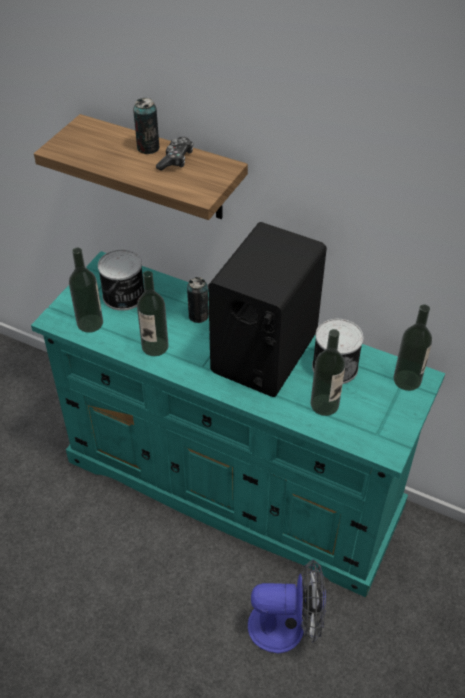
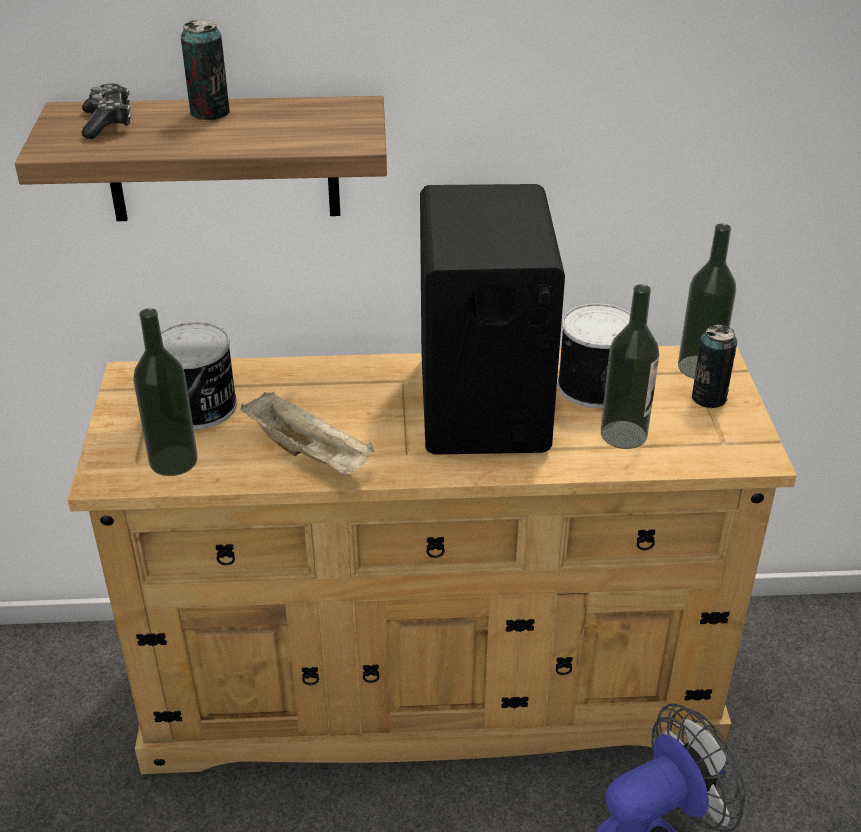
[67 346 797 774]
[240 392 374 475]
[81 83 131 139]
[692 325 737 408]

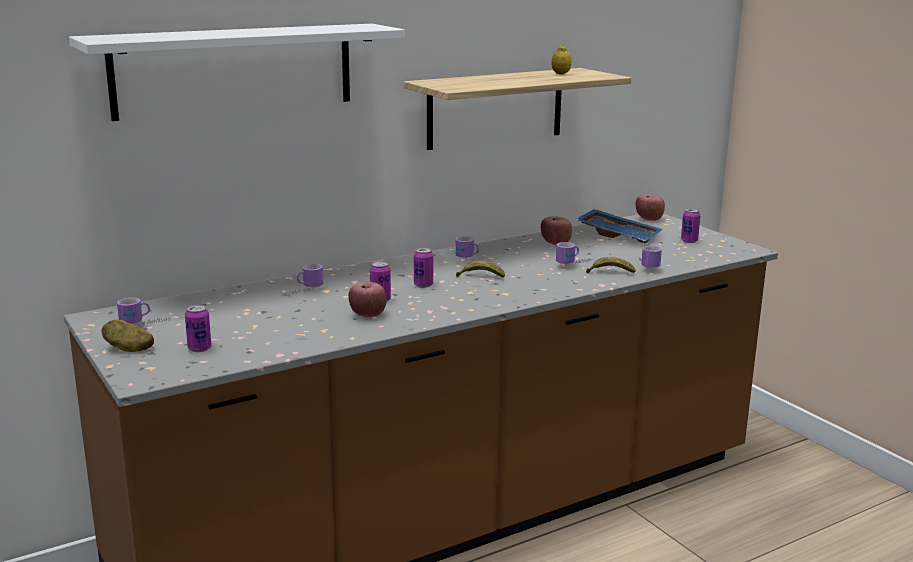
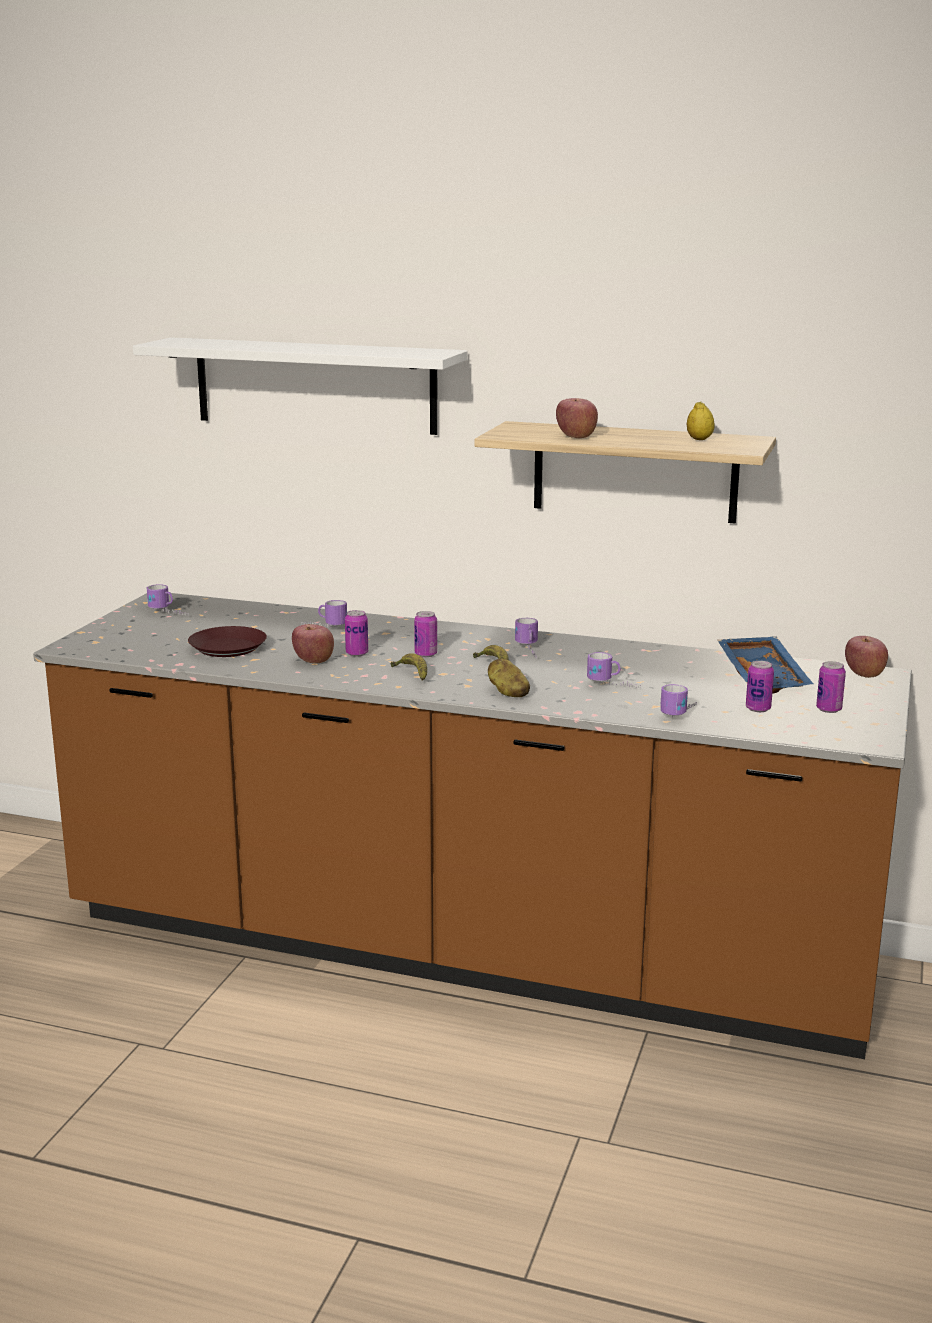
[488 659 530 697]
[746 661 774 712]
[556 398 598 438]
[391 653 427 681]
[188 626 267 657]

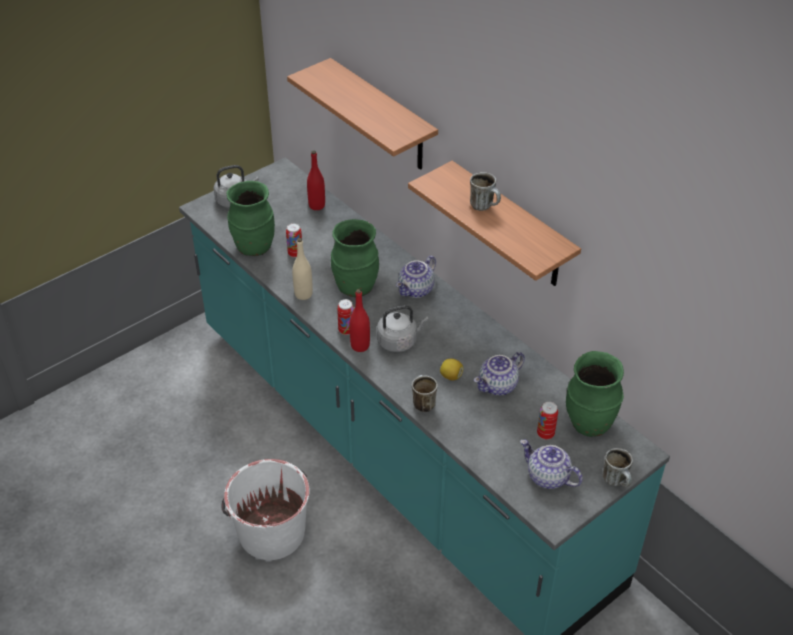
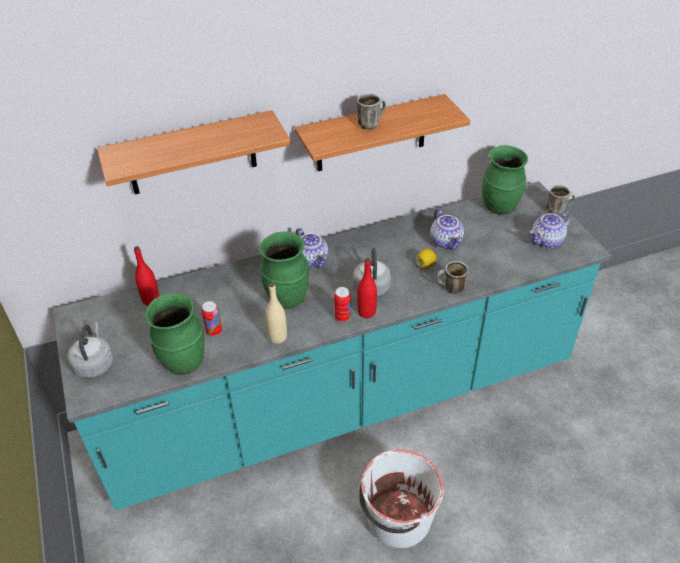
[537 402 558 440] (first image)

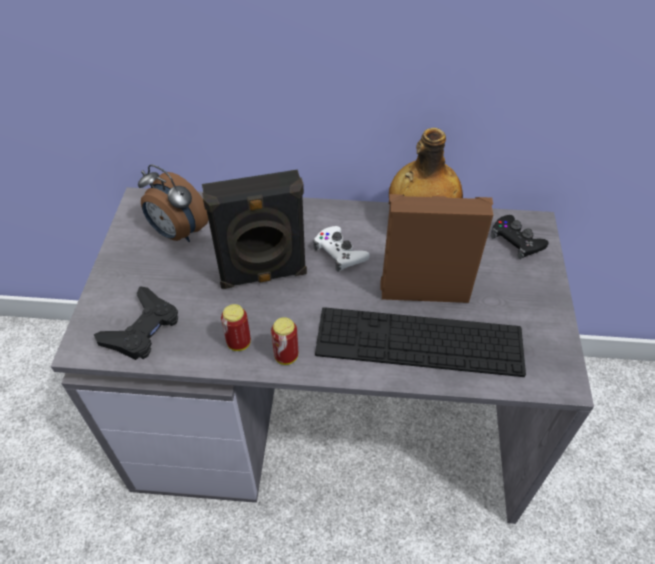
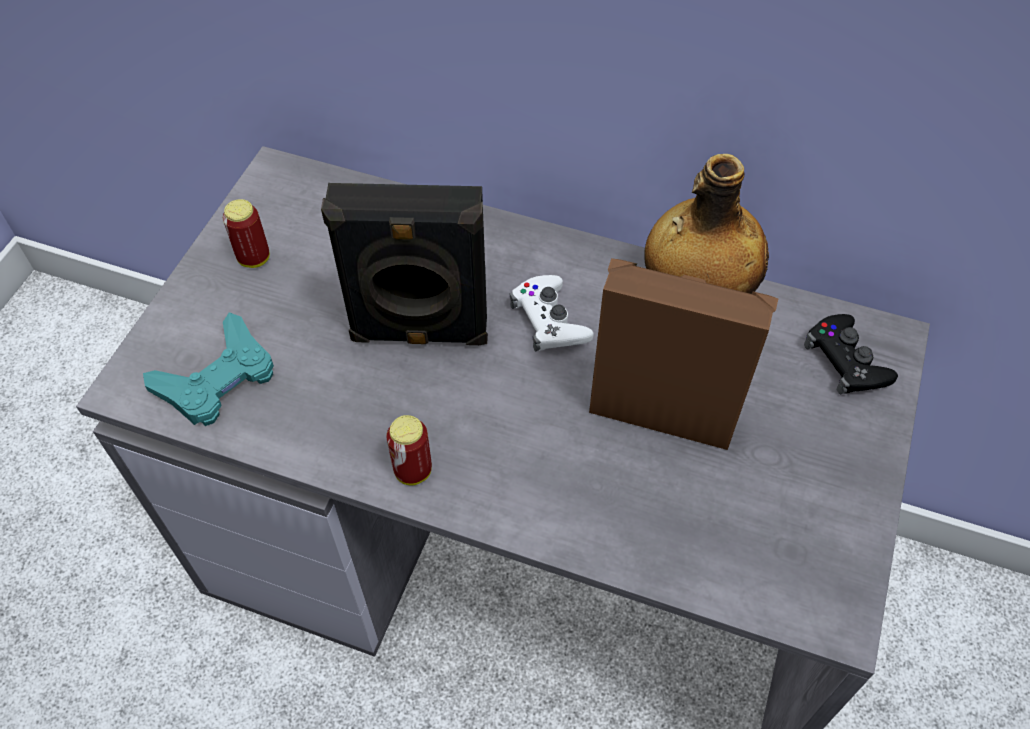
[143 312 274 426]
[138 164 208 242] (first image)
[223 199 270 268]
[315 307 526 377] (first image)

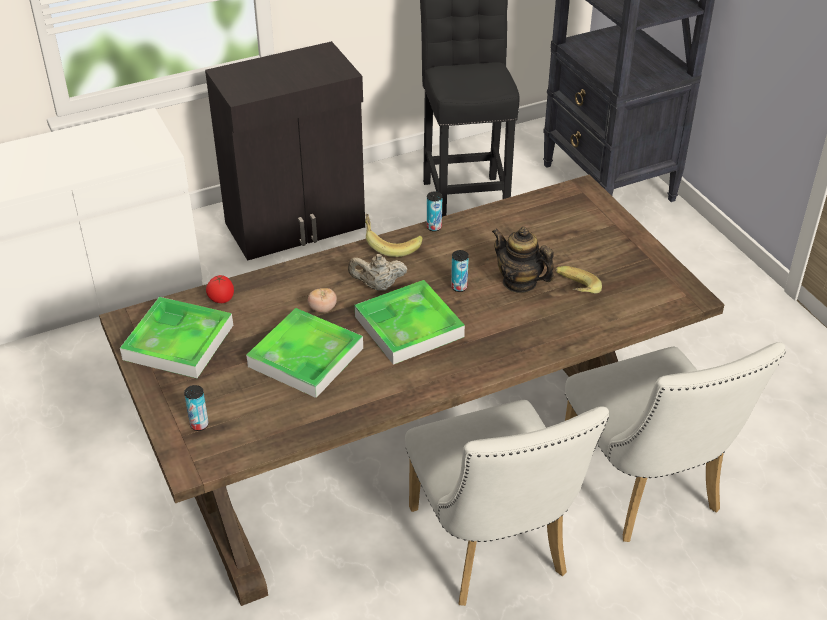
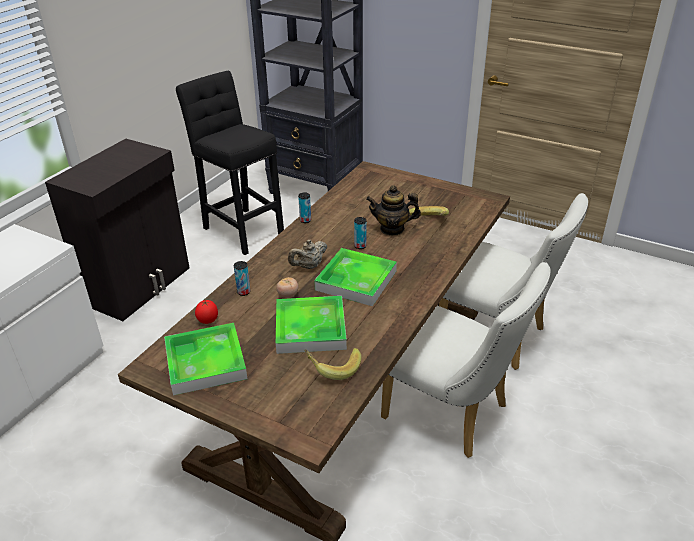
[234 261 250 296]
[304 348 361 380]

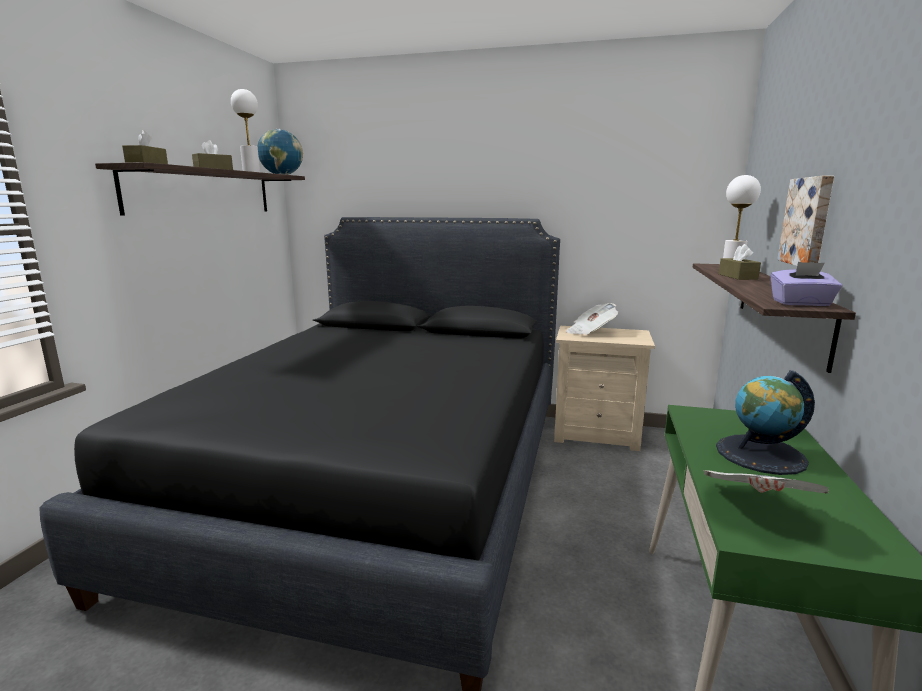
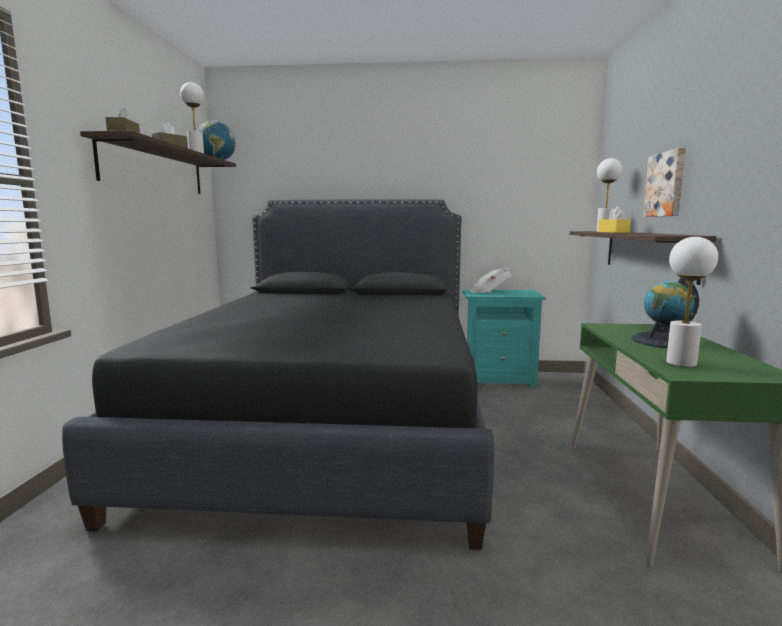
[462 289 546 388]
[666 237 718 367]
[598 207 631 233]
[771 262 842 306] (first image)

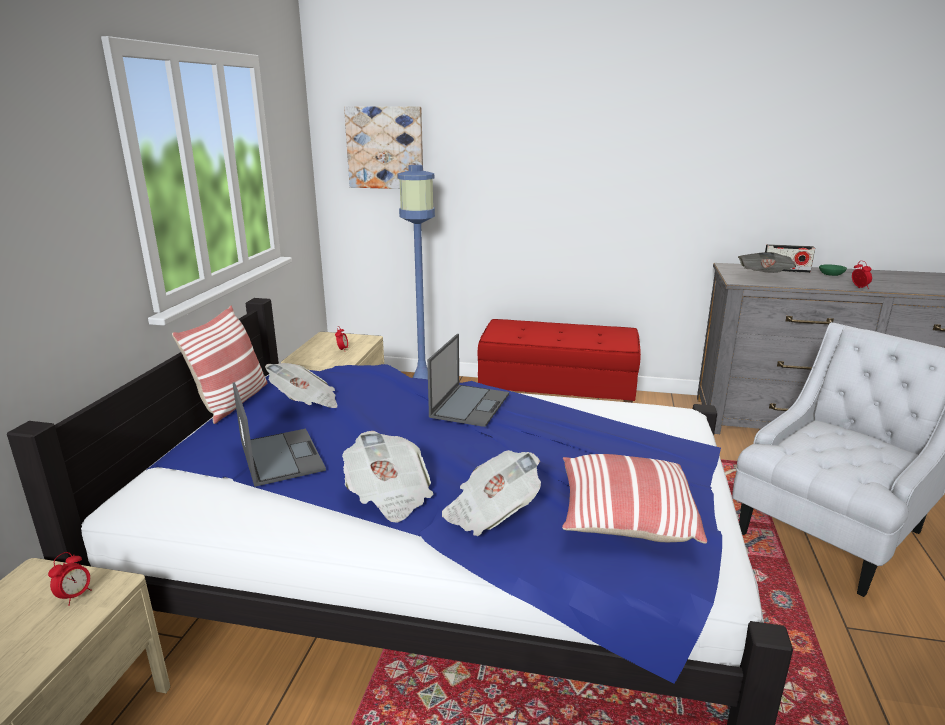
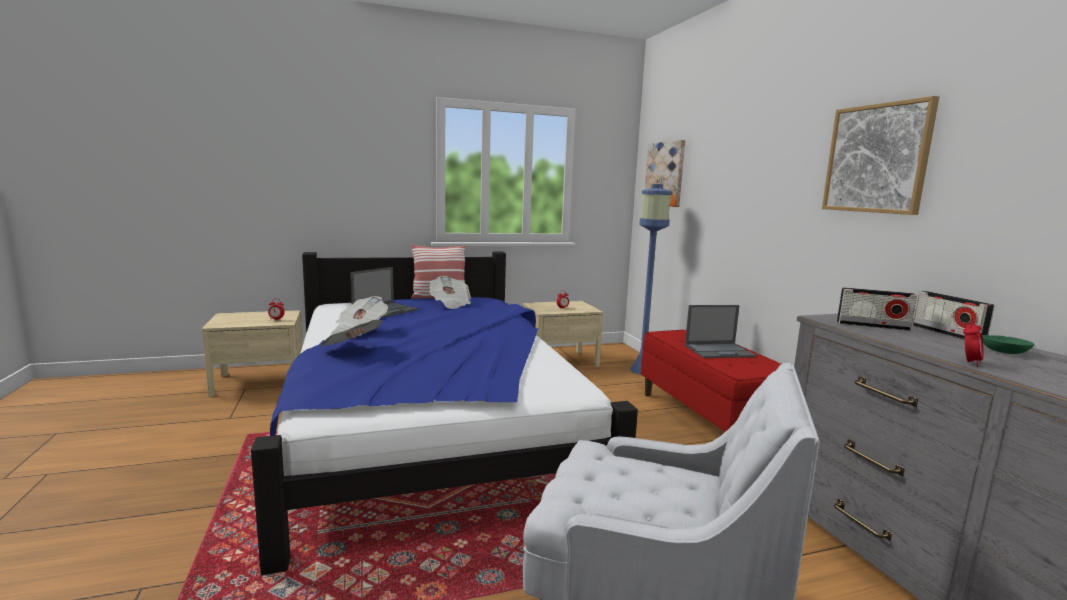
[685 305 757 358]
[562 454 707 544] (first image)
[837 287 917 331]
[822 96 939 215]

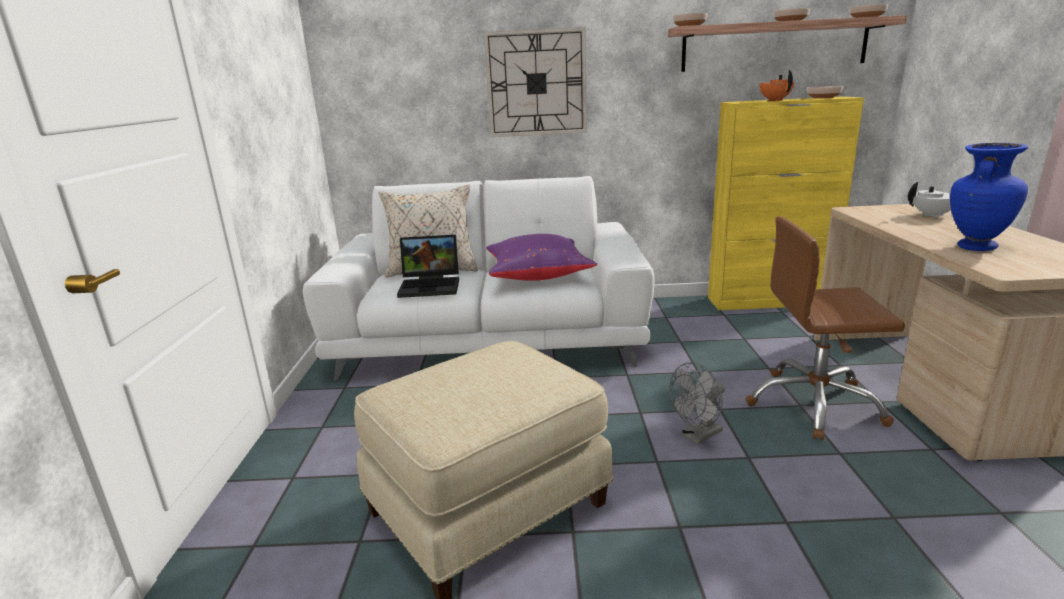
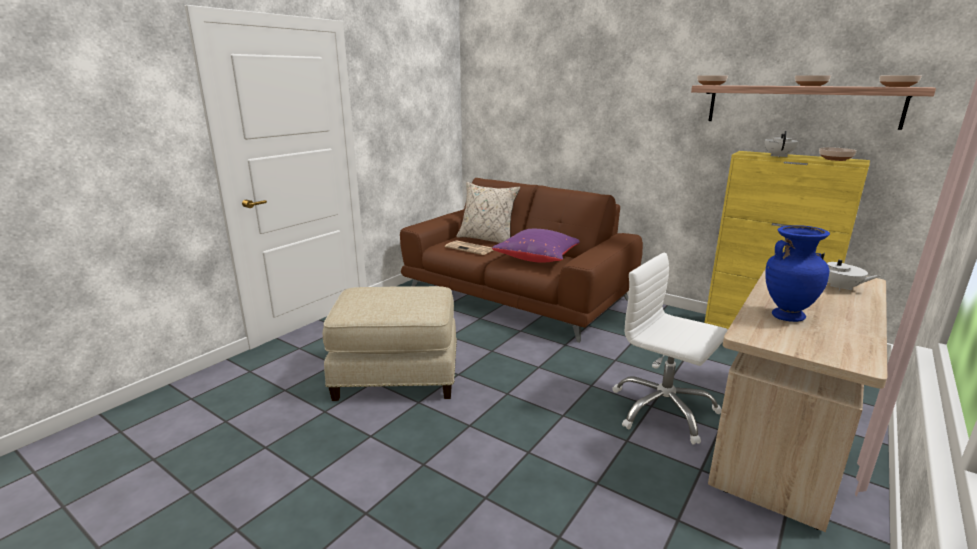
[400 178 643 343]
[445 240 493 255]
[484 27 587 137] (first image)
[669 362 725 444] (first image)
[613 252 728 445]
[765 131 798 157]

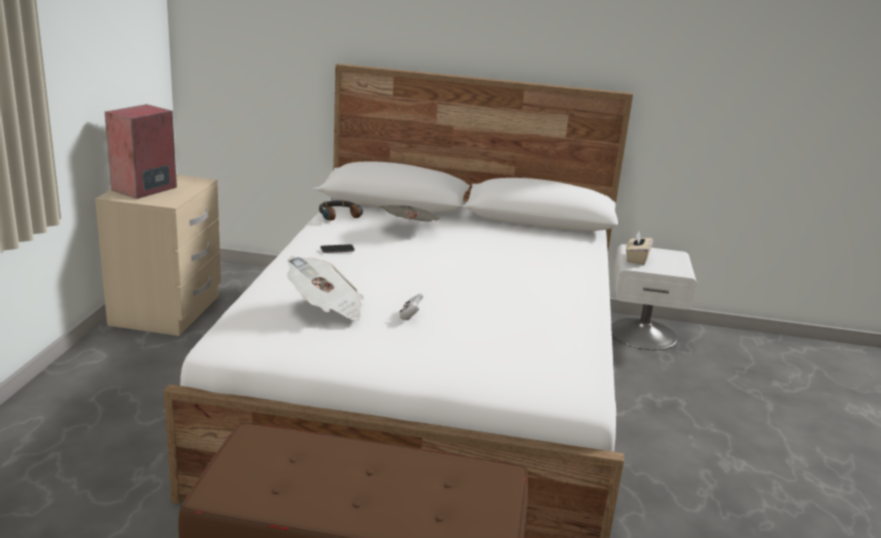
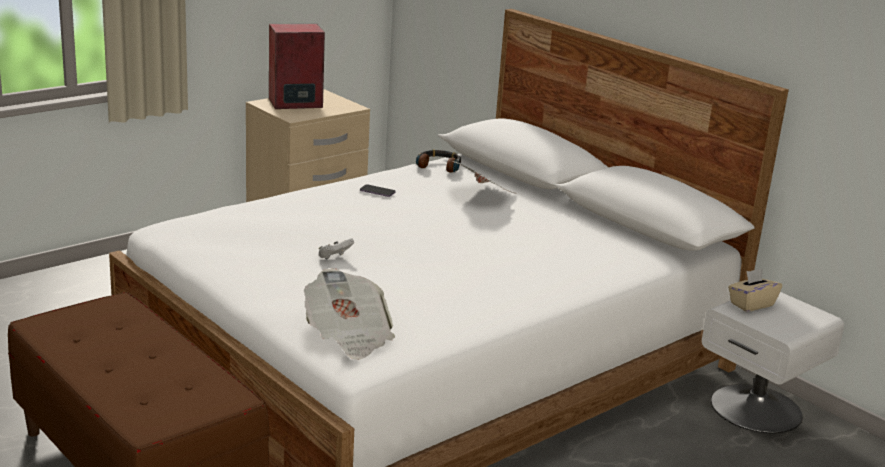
[304 268 395 360]

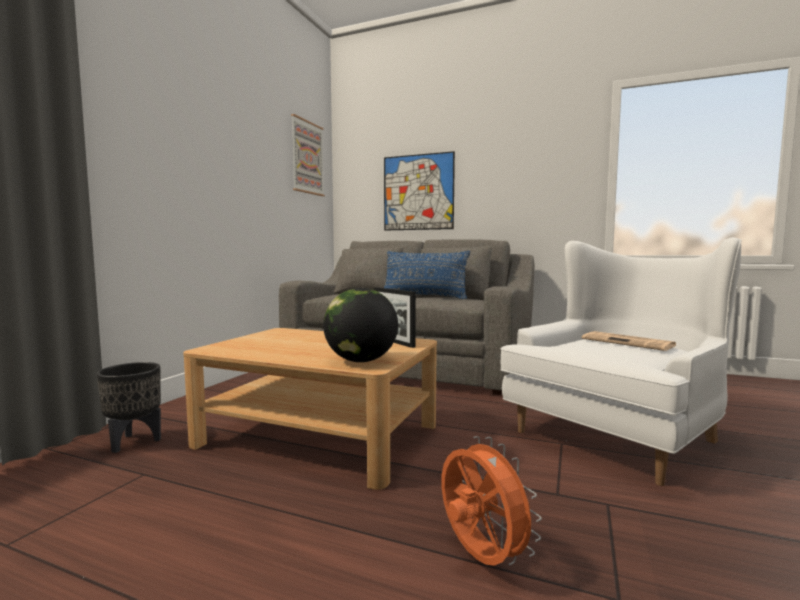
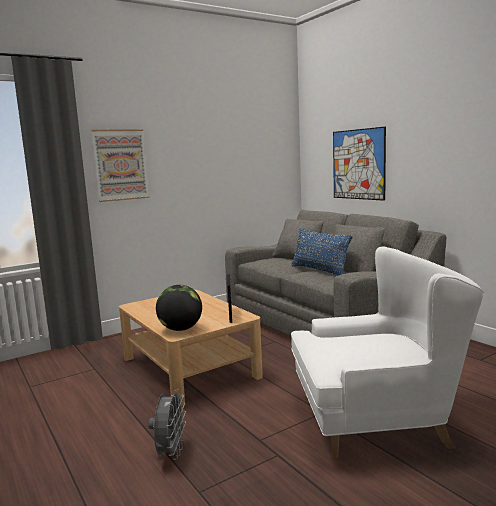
[97 362 161 453] (first image)
[91 129 149 202]
[148 389 186 460]
[582 331 677 351] (first image)

